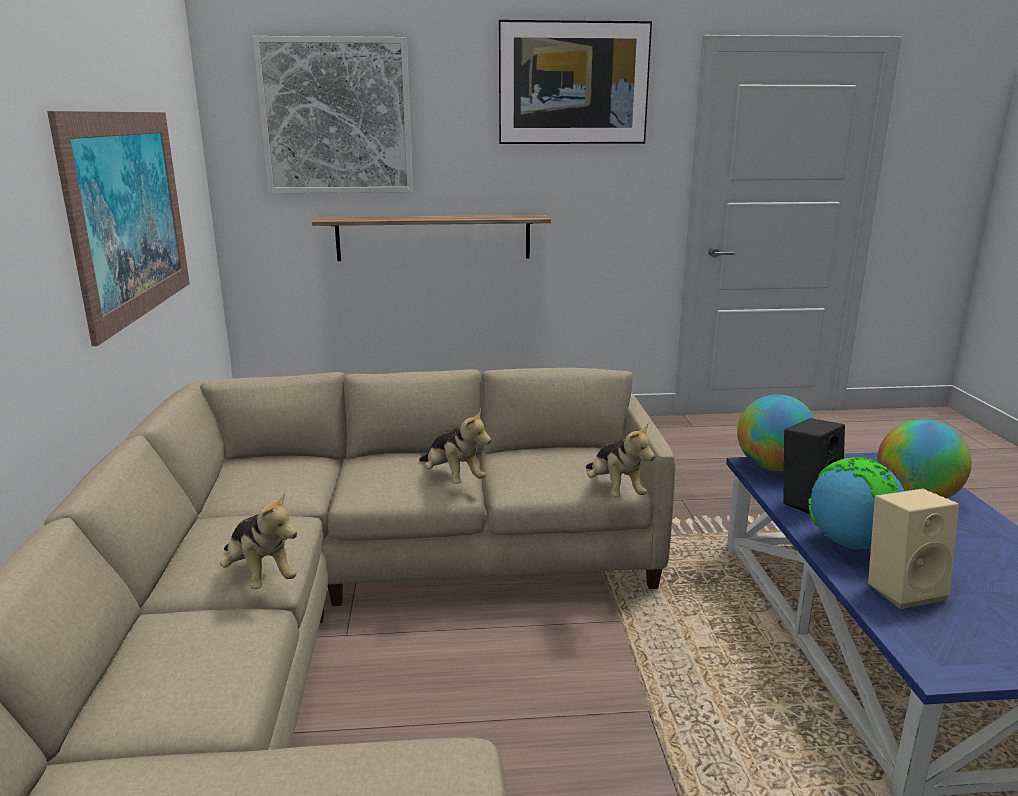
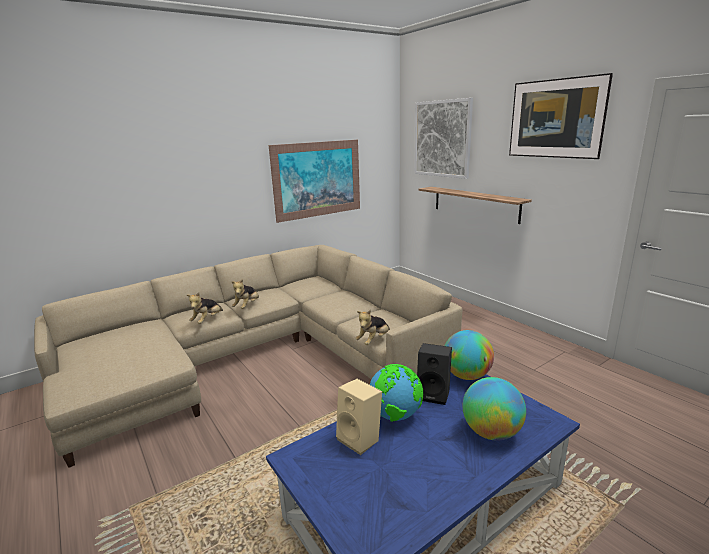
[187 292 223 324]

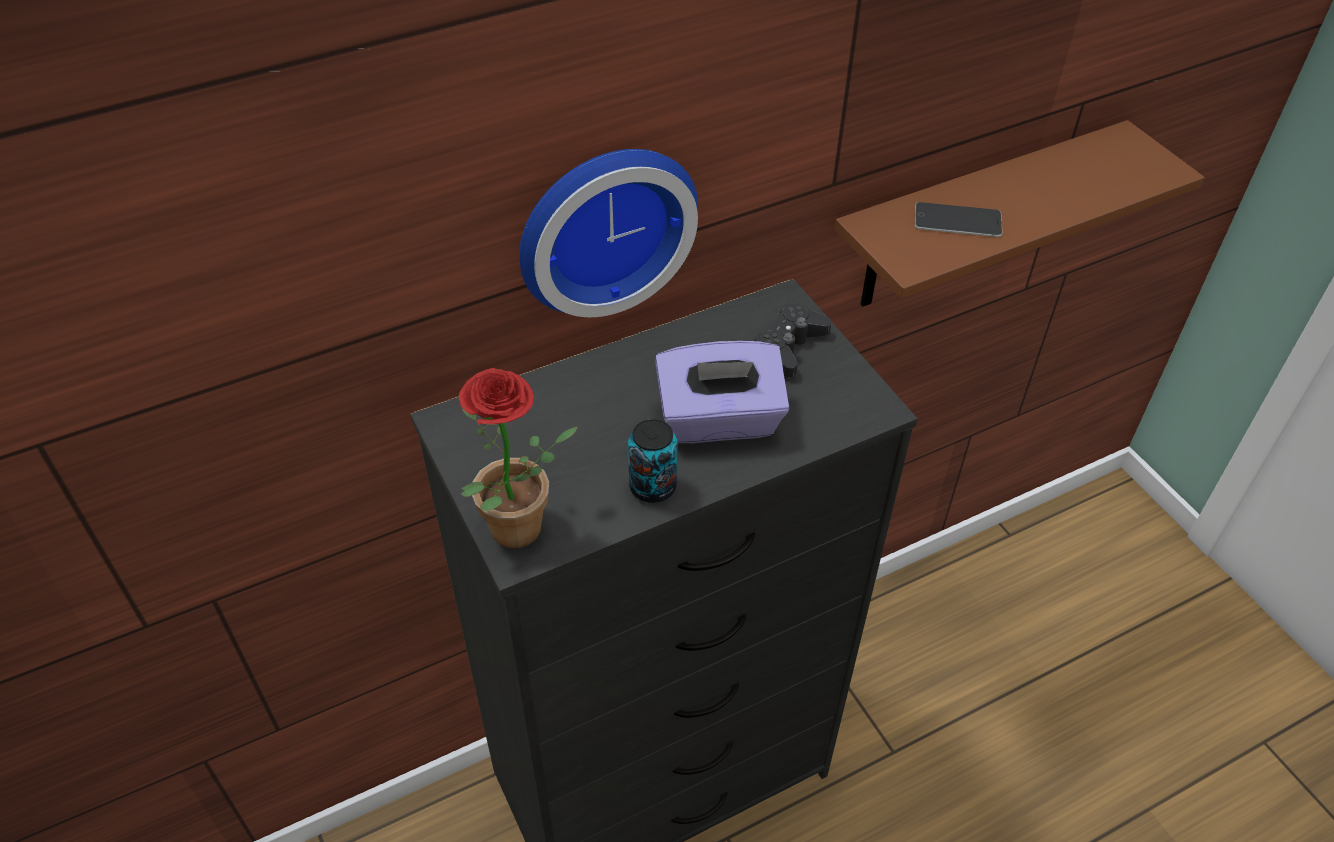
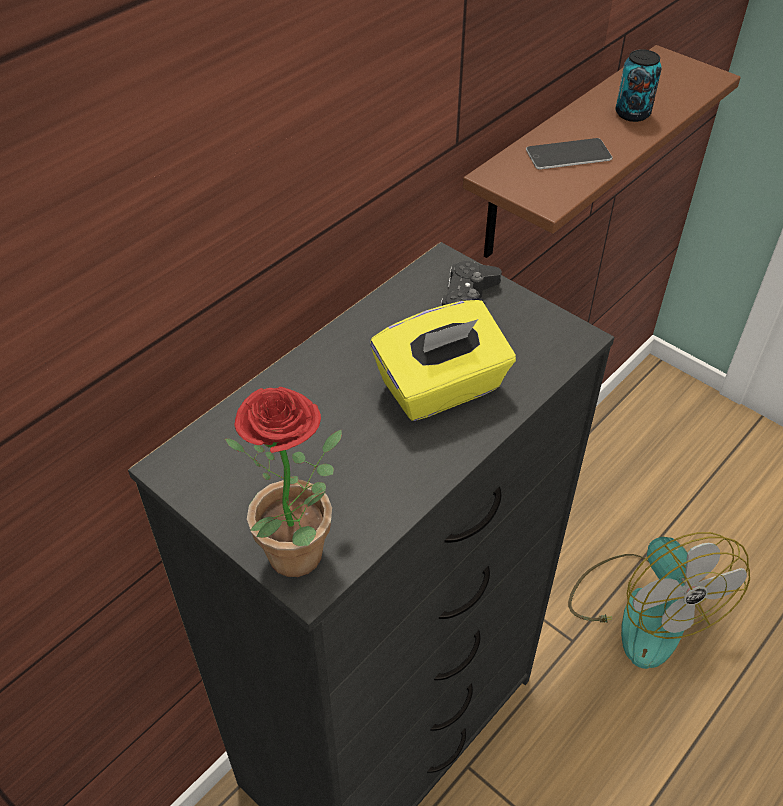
[519 149 698 317] (first image)
[615 49 662 122]
[370 300 516 421]
[568 532 750 669]

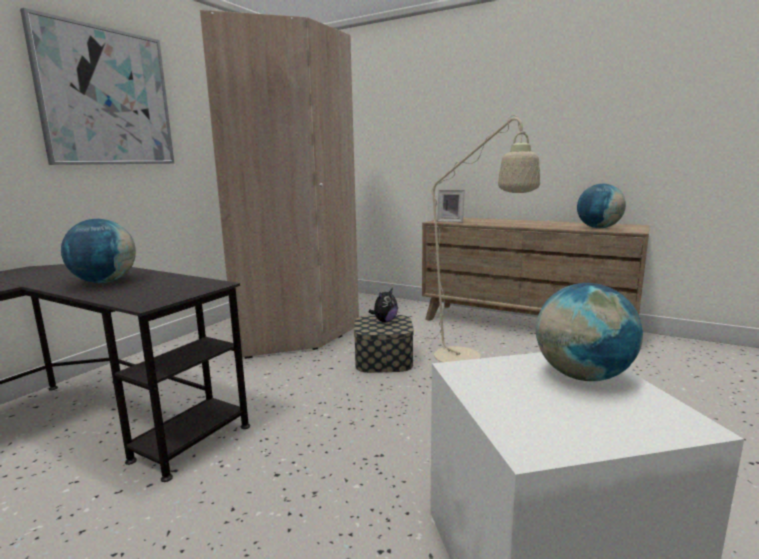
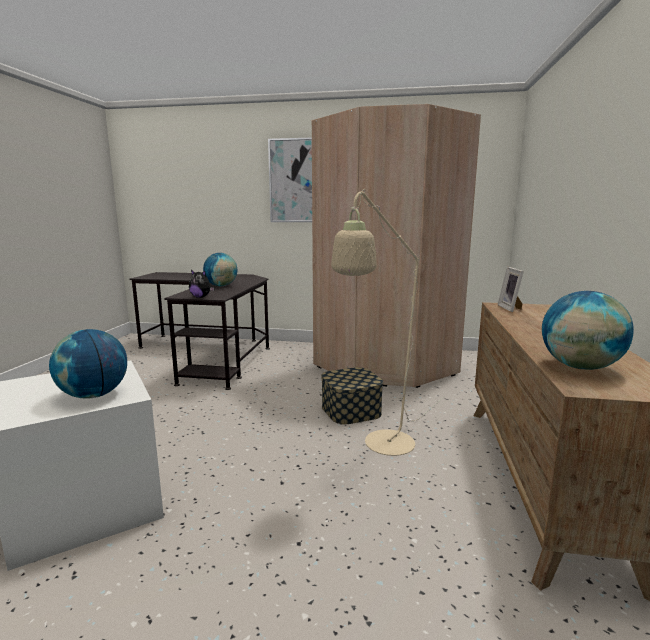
[189 270 214 298]

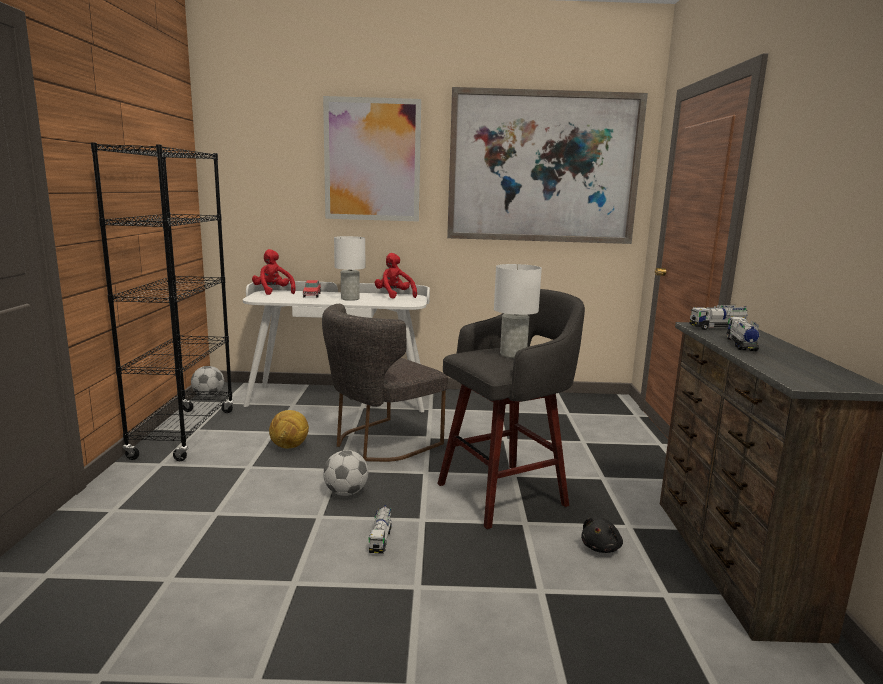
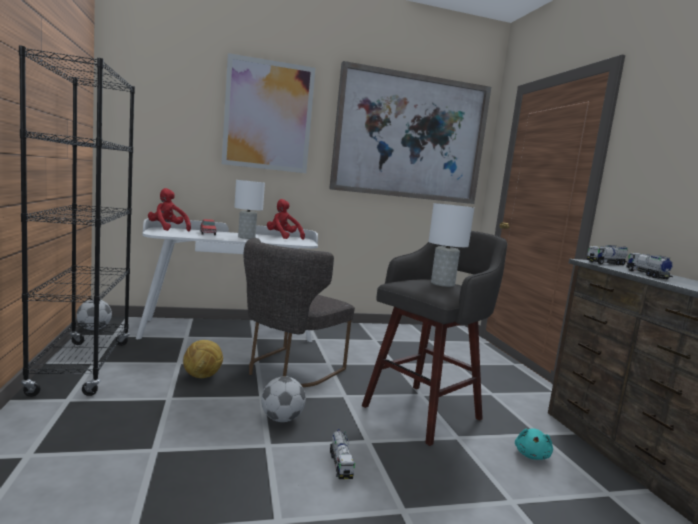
[515 428 553 460]

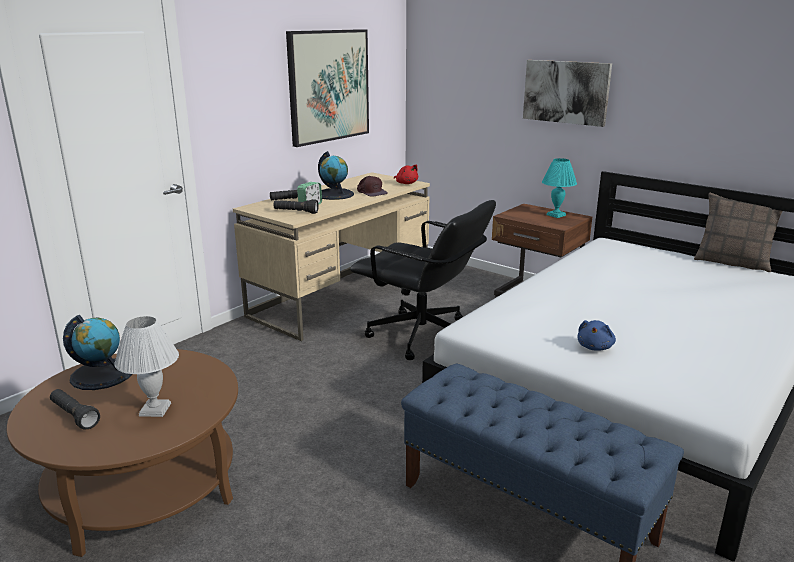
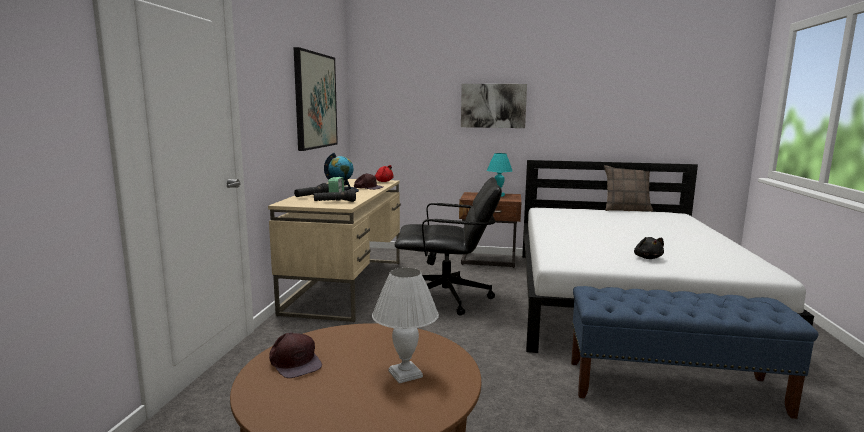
[50 389 100 429] (first image)
[269 332 322 378]
[634 237 664 259]

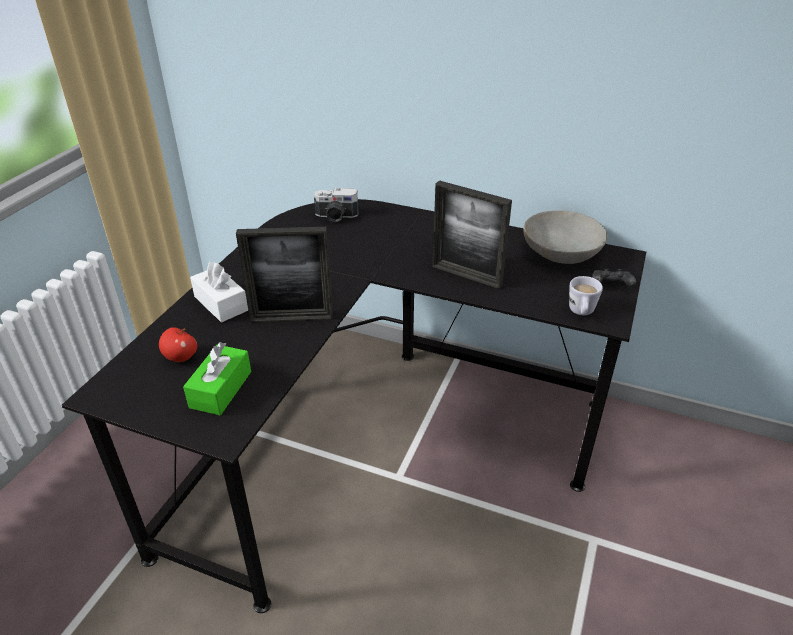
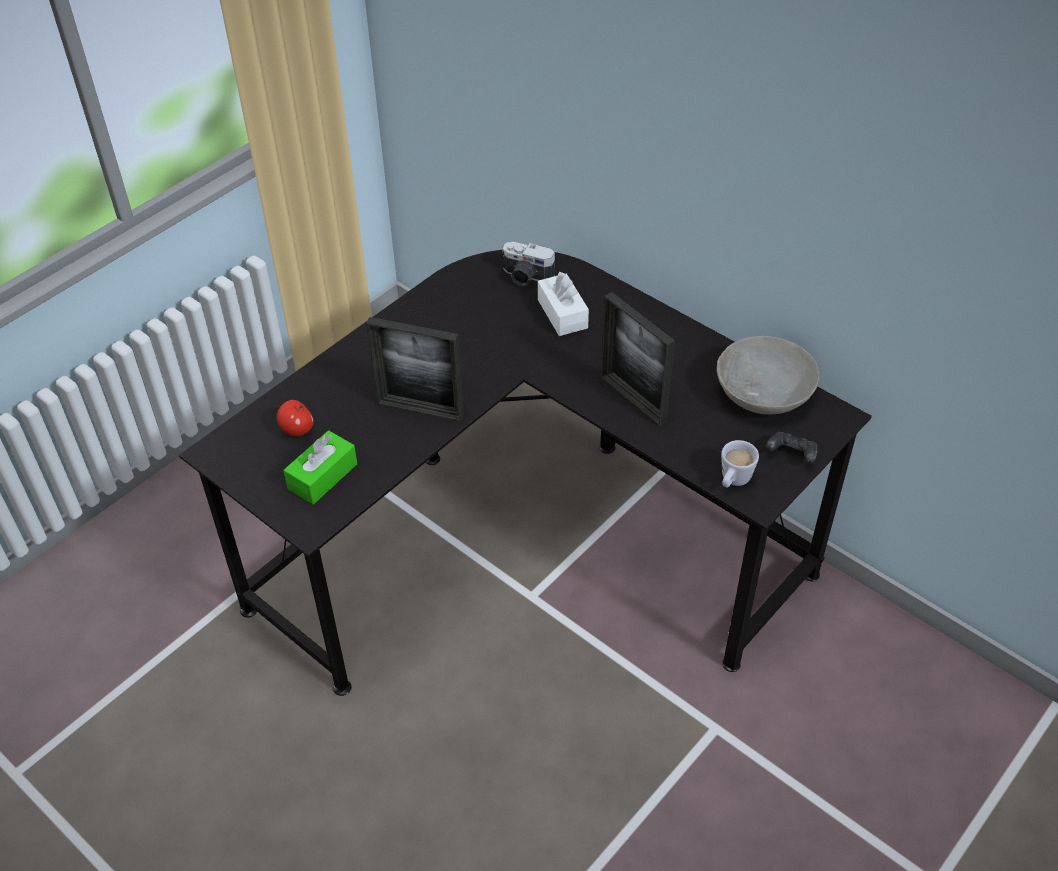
[538 272 589 336]

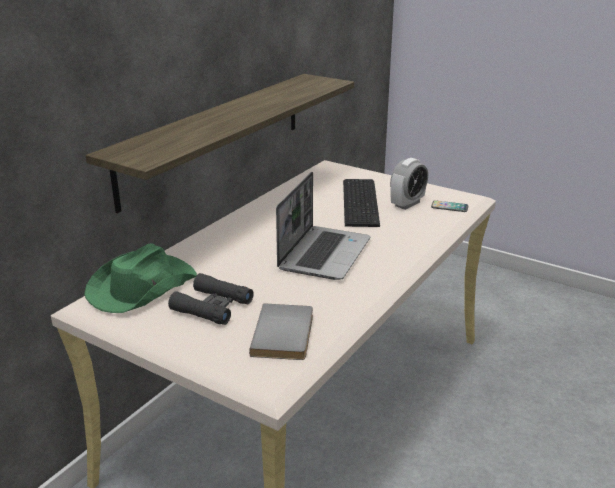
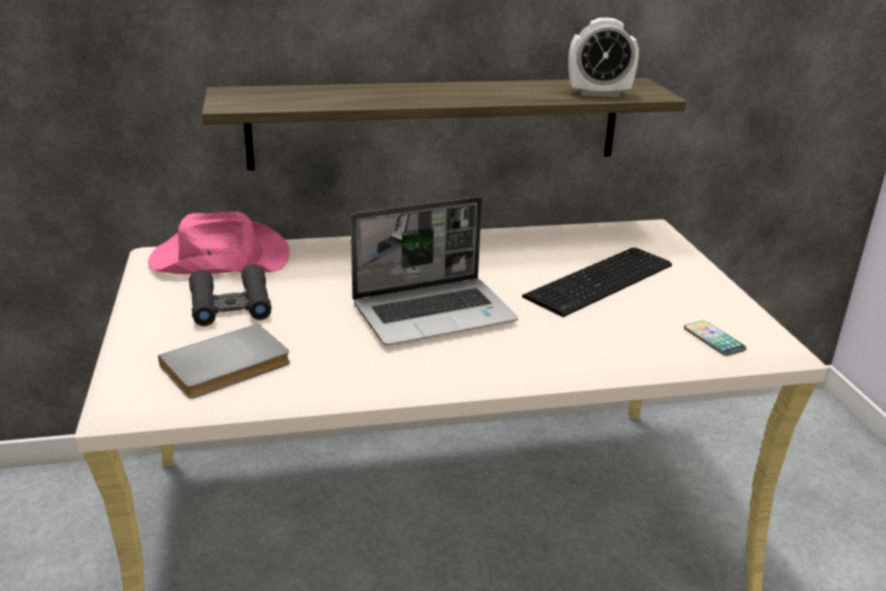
[148 211 289 274]
[569 18 639 97]

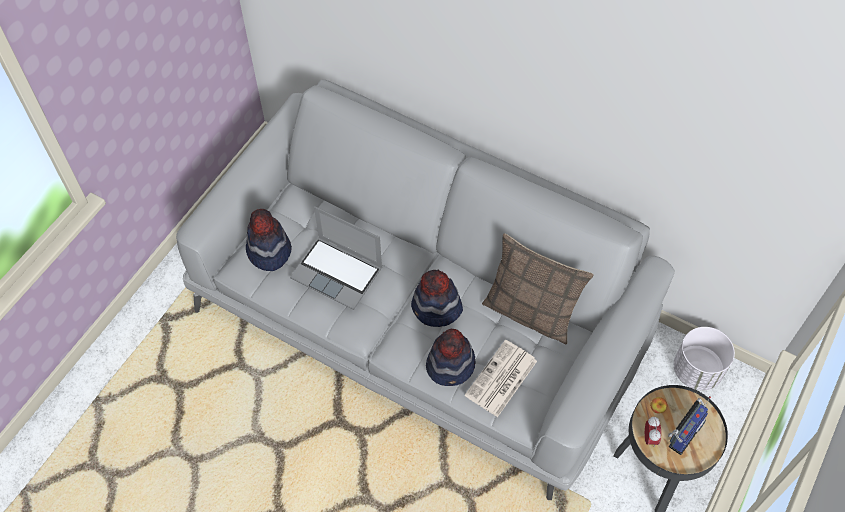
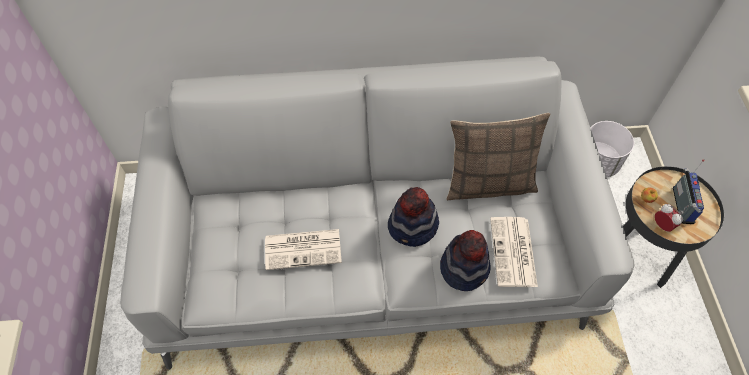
[246 209 292 271] (first image)
[265 229 342 270]

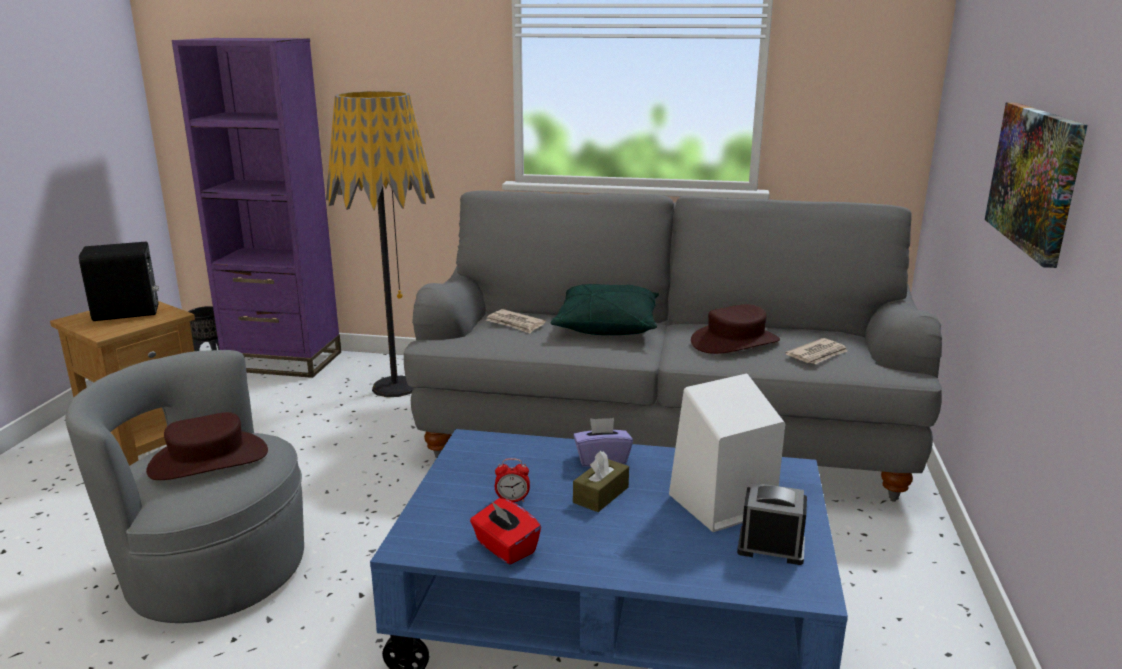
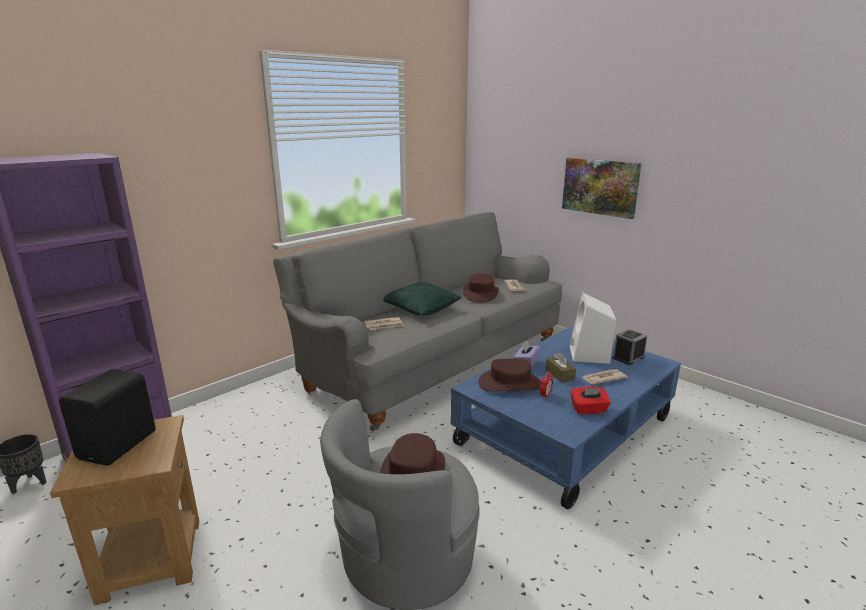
[326 91 435 397] (first image)
[478 359 541 392]
[582 369 627 384]

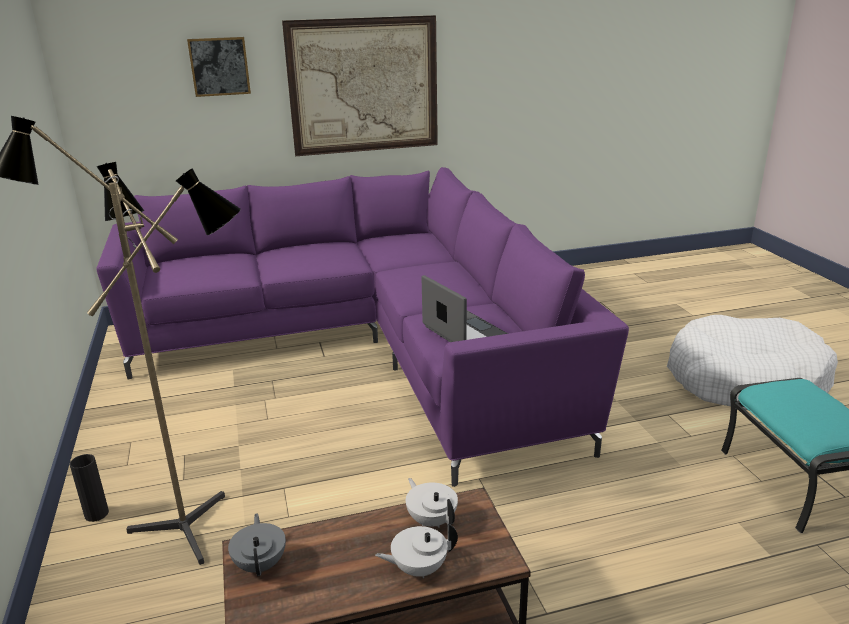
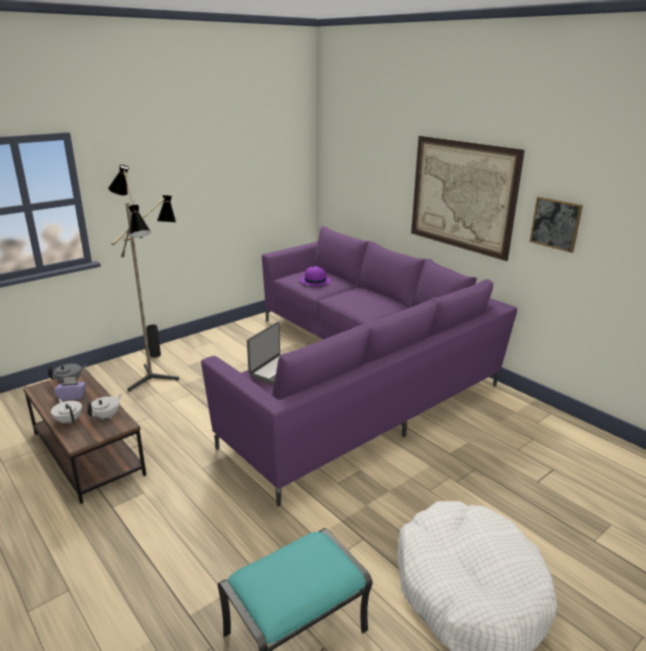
[529 197 583 253]
[54 377 86 401]
[300 266 331 286]

